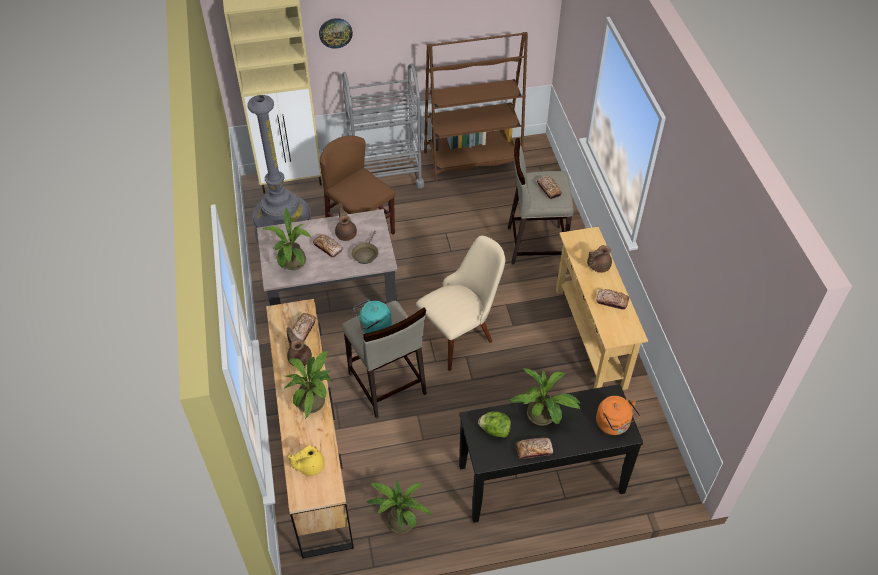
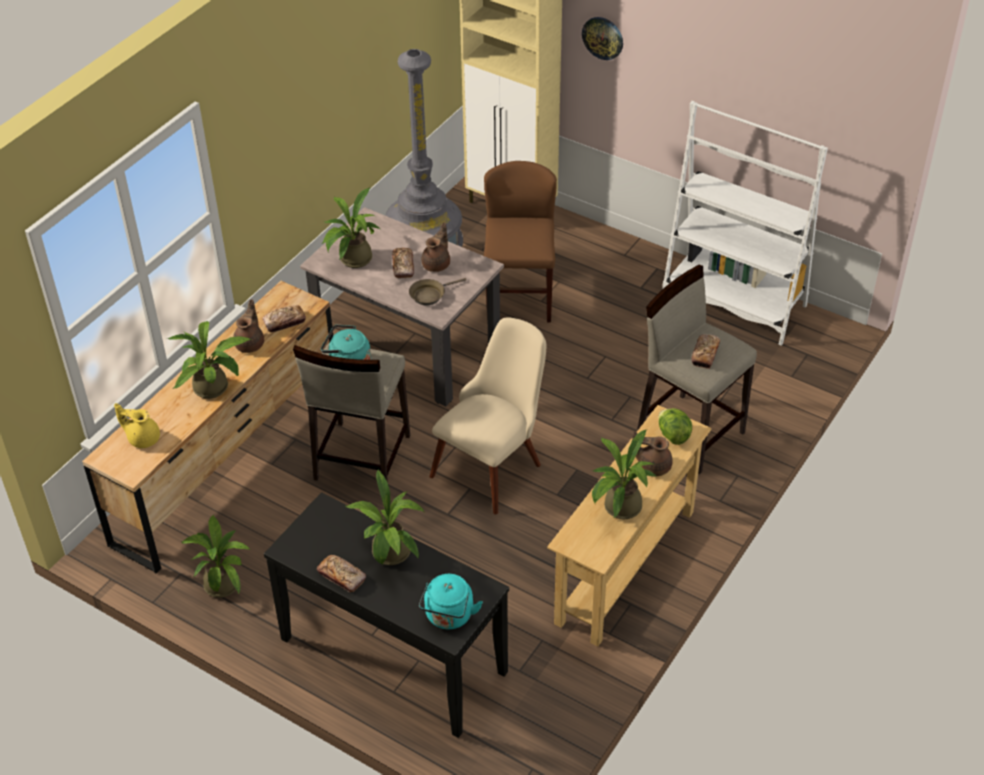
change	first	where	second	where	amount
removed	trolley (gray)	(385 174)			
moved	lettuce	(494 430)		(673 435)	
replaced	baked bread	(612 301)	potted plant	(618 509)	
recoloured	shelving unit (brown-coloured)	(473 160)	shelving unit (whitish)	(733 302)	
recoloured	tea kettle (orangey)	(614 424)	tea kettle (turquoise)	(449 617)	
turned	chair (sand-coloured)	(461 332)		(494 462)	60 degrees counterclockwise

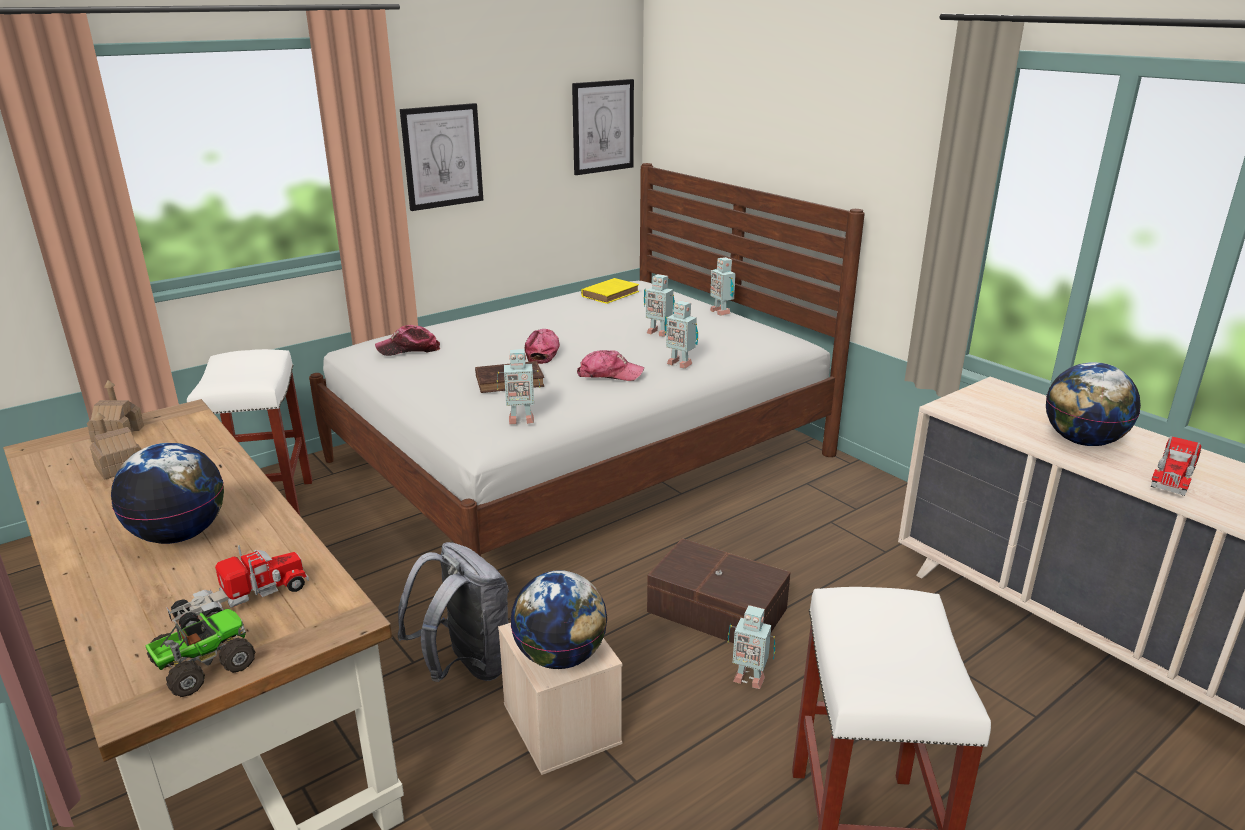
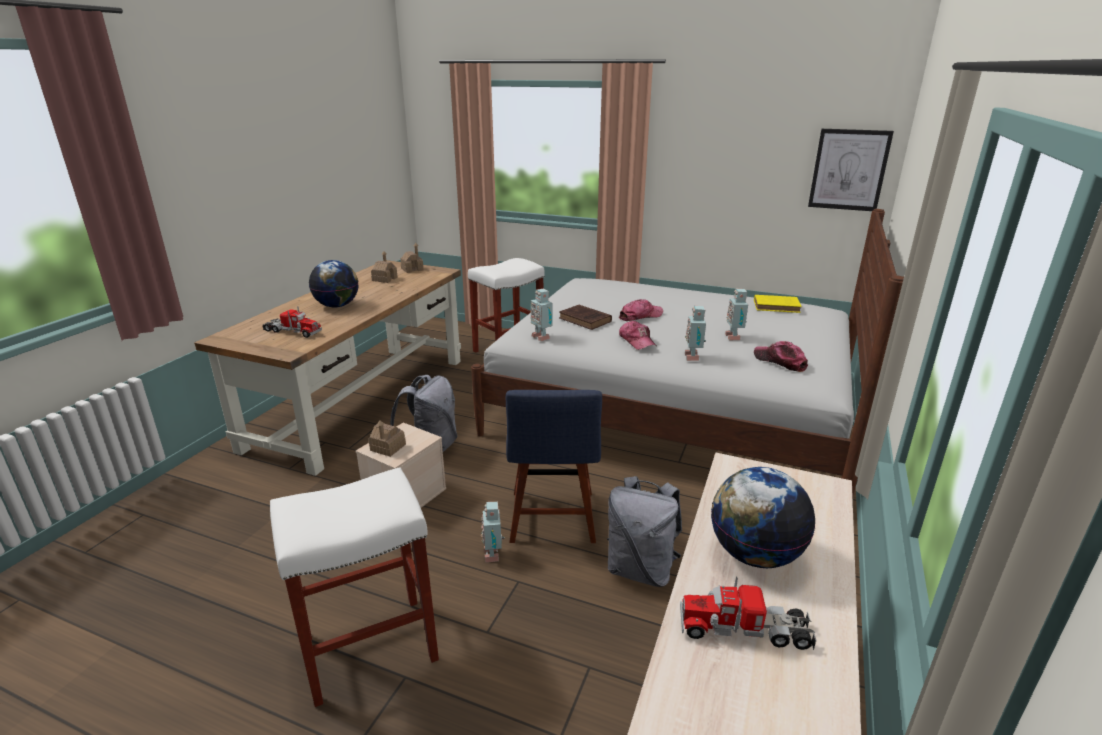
change	first	where	second	where	amount
removed	toy lorry	(202 665)			
removed	wall picture	(442 156)			
removed	toy robot	(721 312)			
added			rucksack (gray)	(641 569)	
moved	baseball cap	(409 349)		(780 361)	
replaced	desk globe	(560 657)	miniature house	(388 447)	
replaced	storage container (brown-coloured)	(717 612)	chair (blue)	(552 520)	

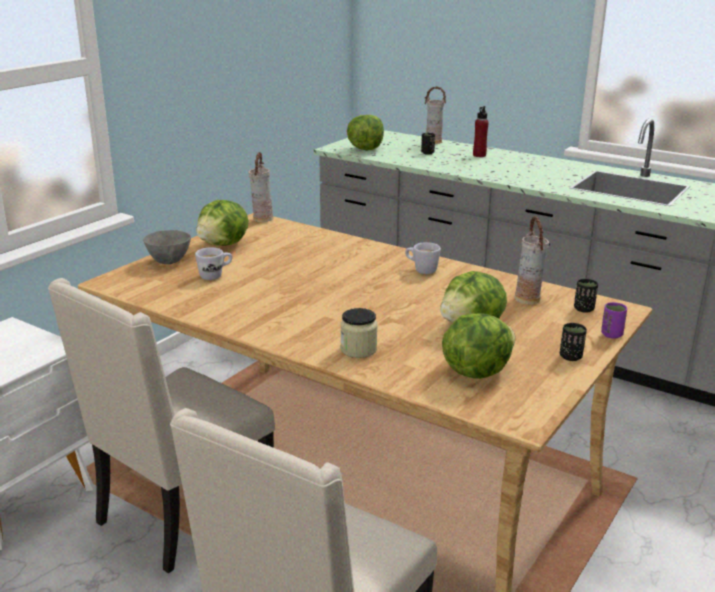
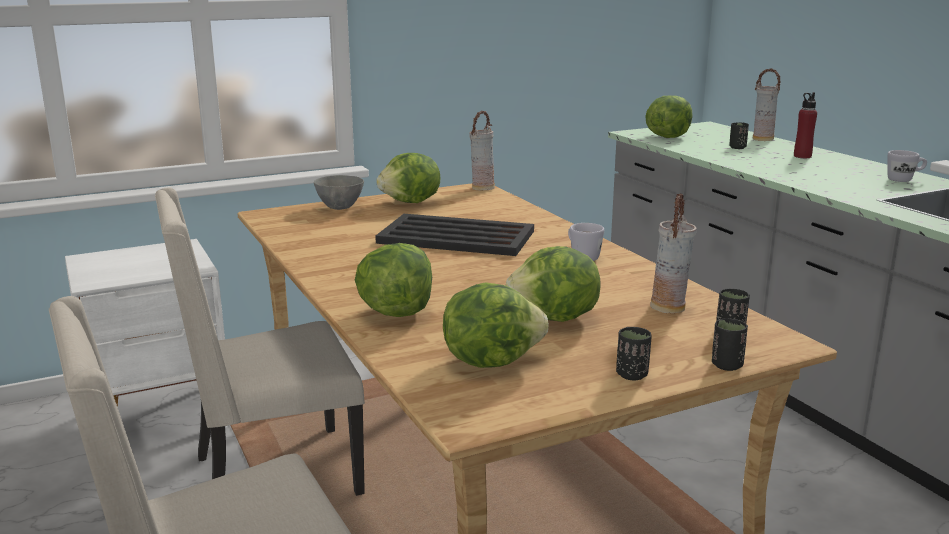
change	first	where	second	where	amount
added			serving tray (black-coloured)	(455 237)	
moved	tea mug (whitish)	(215 275)		(904 180)	
replaced	storage jar	(358 349)	lettuce	(396 312)	
recoloured	drinking cup (purple)	(611 334)	drinking cup (black-coloured)	(727 365)	

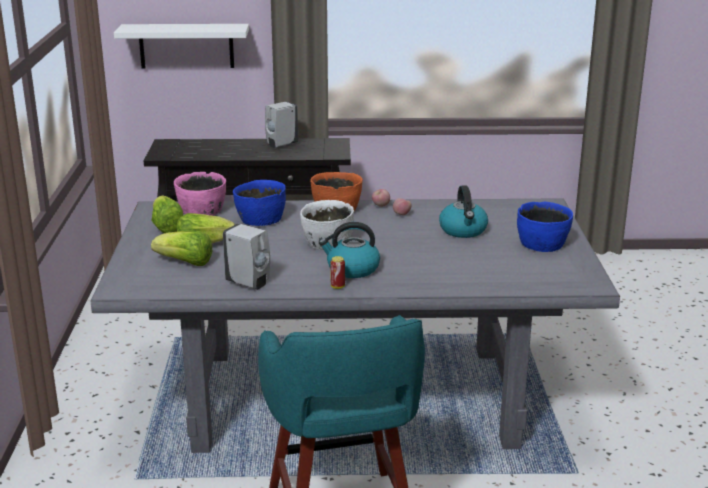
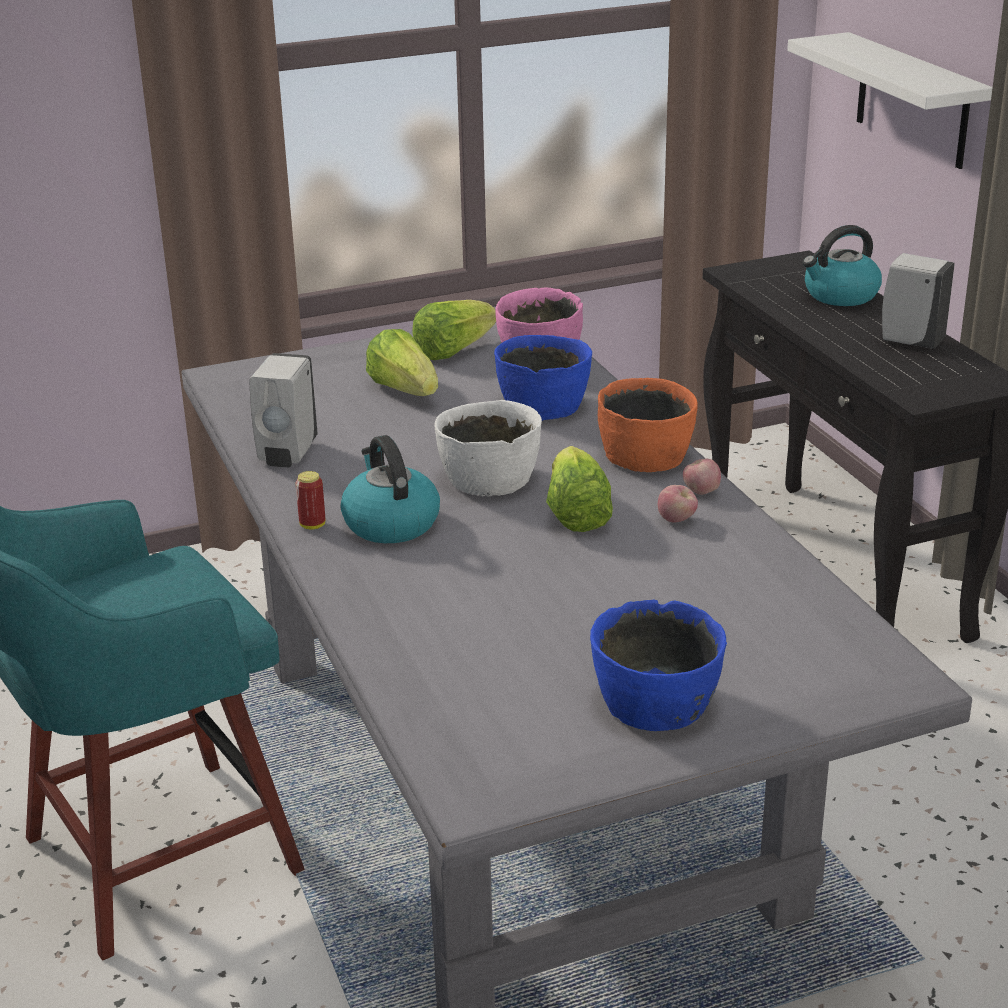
change	first	where	second	where	amount
moved	lettuce	(185 263)		(576 514)	
moved	tea kettle	(463 230)		(840 295)	

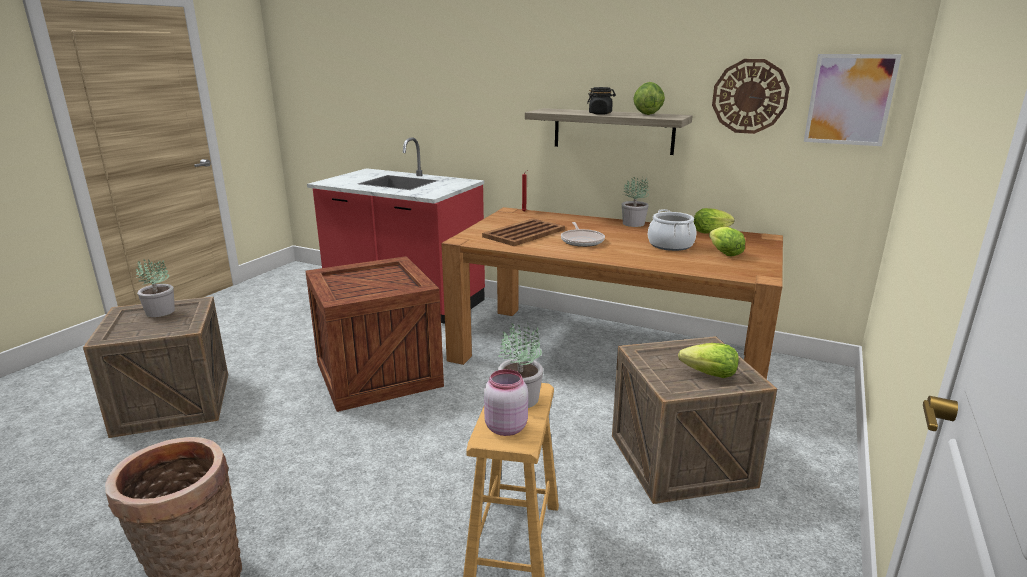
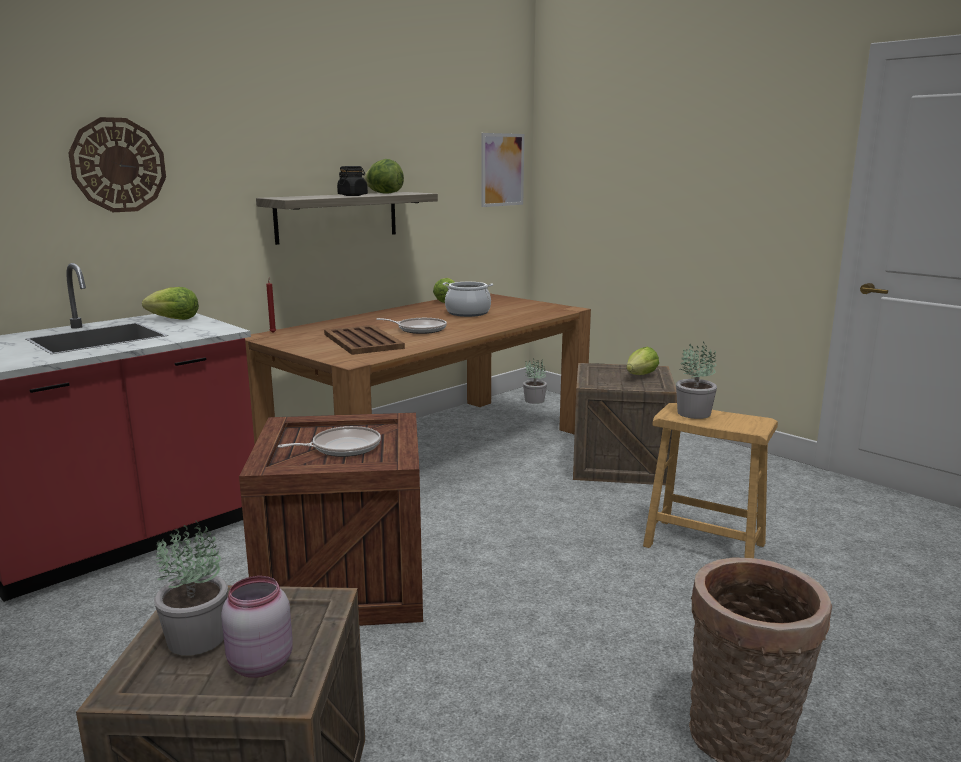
change	first	where	second	where	amount
added			frying pan	(342 448)	
moved	storage jar (pink)	(505 427)		(258 664)	
moved	potted plant	(634 223)		(534 400)	
moved	lettuce	(724 253)		(174 319)	
moved	hanging clock	(749 96)		(118 165)	

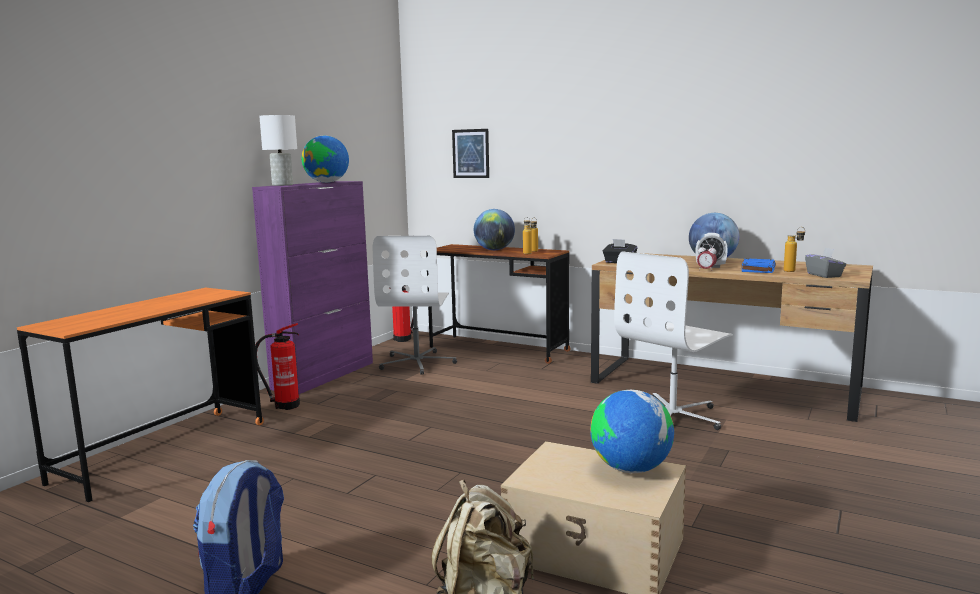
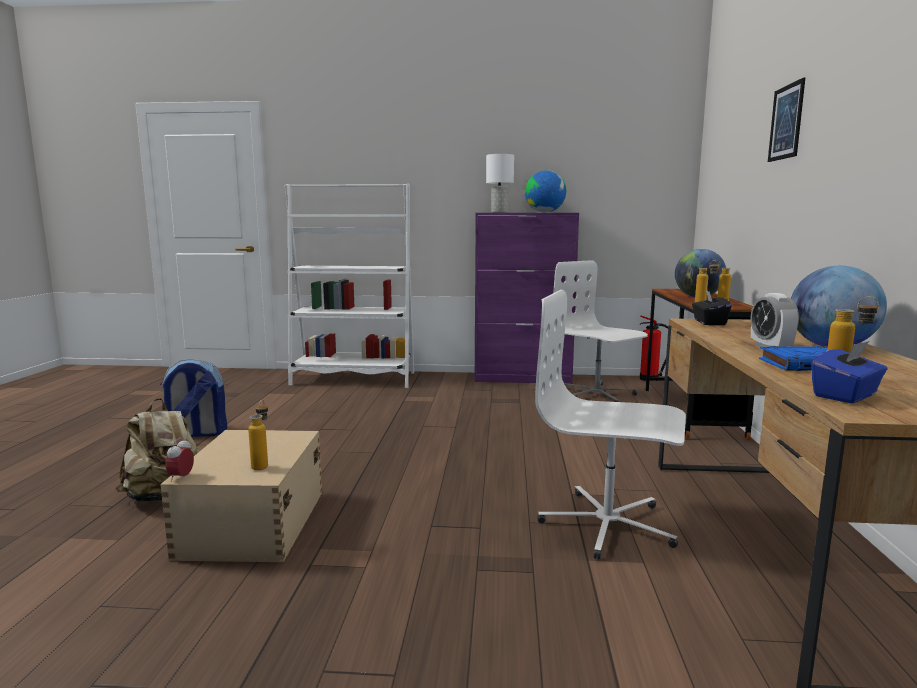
change	first	where	second	where	amount
removed	fire-fighting cylinder	(284 406)			
moved	wall picture	(470 153)		(786 122)	
moved	table clock	(706 270)		(181 477)	
replaced	desk (orangey)	(162 452)	shelving unit (whitish)	(354 379)	
replaced	desk globe	(631 469)	beverage bottle	(262 464)	
recoloured	box of tissues (gray)	(824 275)	box of tissues (blue)	(846 395)	
turned	computer chair (whitish)	(417 363)		(596 395)	75 degrees clockwise

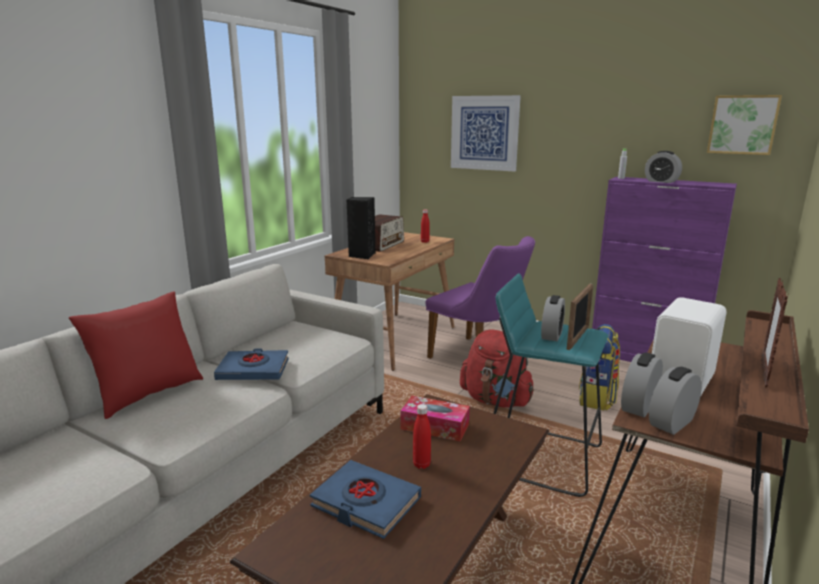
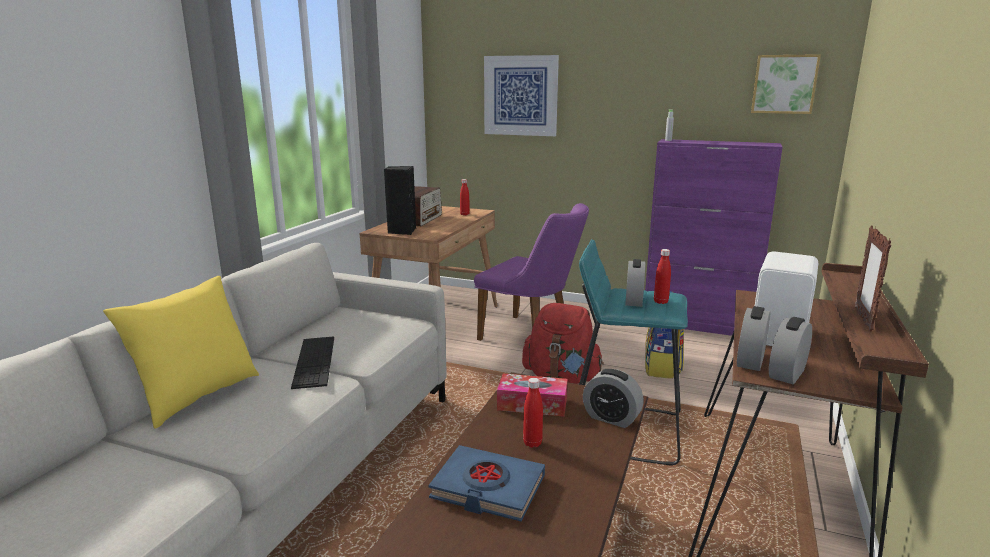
change	first	where	second	where	amount
moved	table clock	(661 181)		(611 418)	
replaced	book (blue)	(253 370)	PC keyboard	(314 361)	
replaced	standing frame	(578 338)	beverage bottle (red-coloured)	(660 302)	
recoloured	cushion (red-coloured)	(148 394)	cushion (yellowish)	(197 397)	

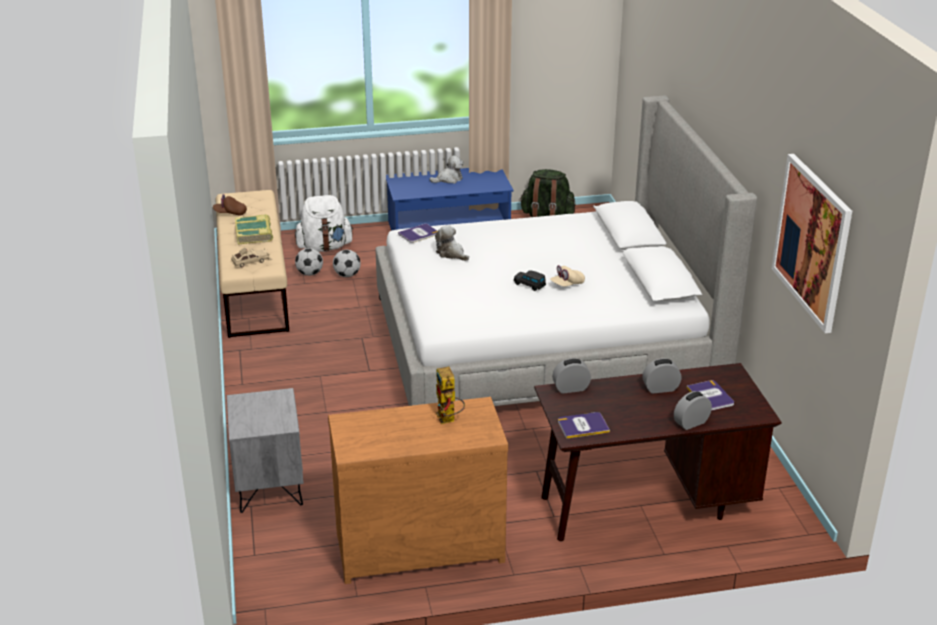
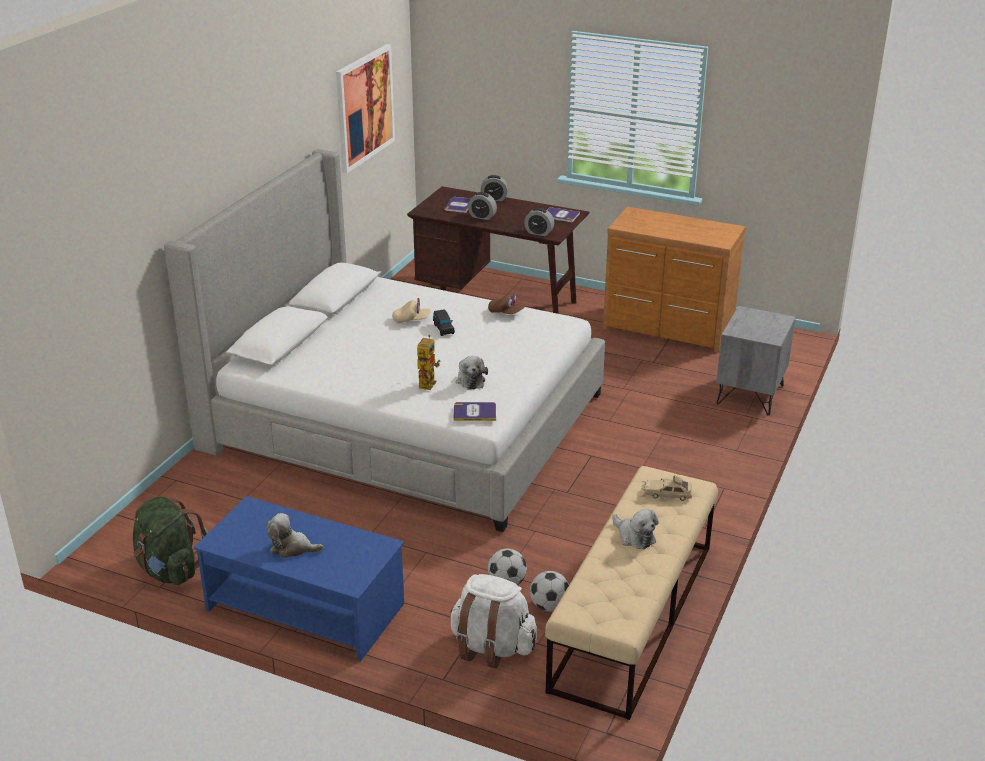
change	first	where	second	where	amount
moved	baseball cap (brown-coloured)	(230 213)		(506 313)	
moved	toy robot	(448 419)		(427 382)	
replaced	book	(254 233)	soft toy	(634 536)	

